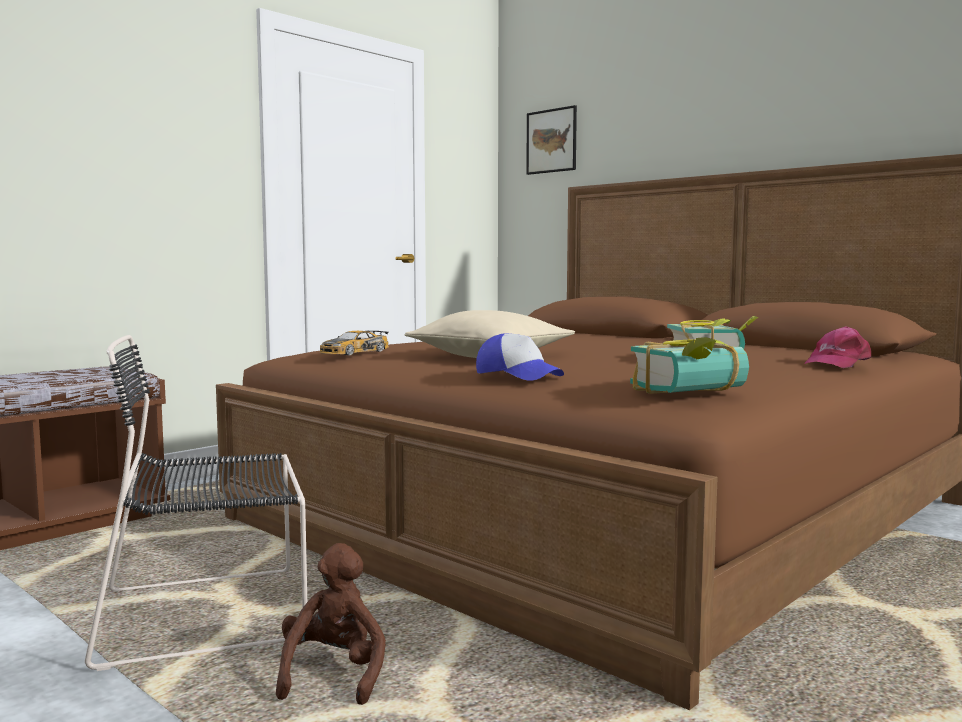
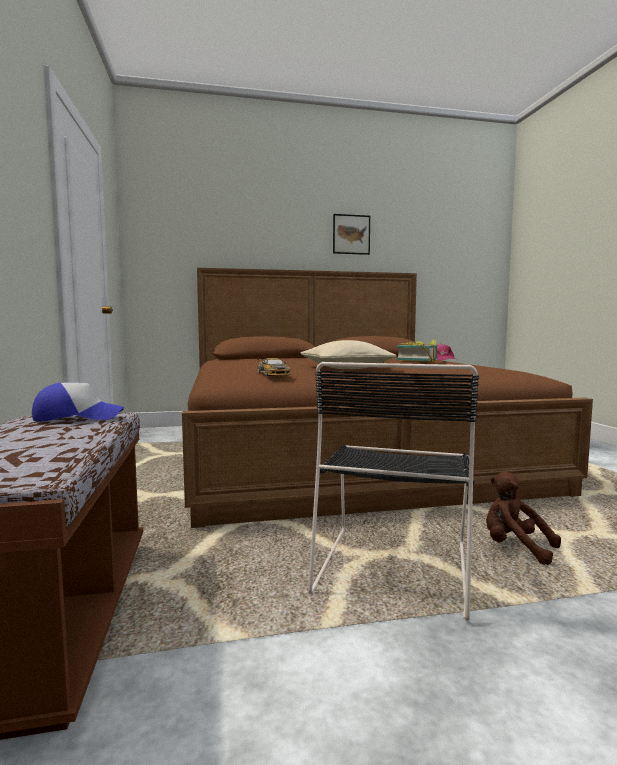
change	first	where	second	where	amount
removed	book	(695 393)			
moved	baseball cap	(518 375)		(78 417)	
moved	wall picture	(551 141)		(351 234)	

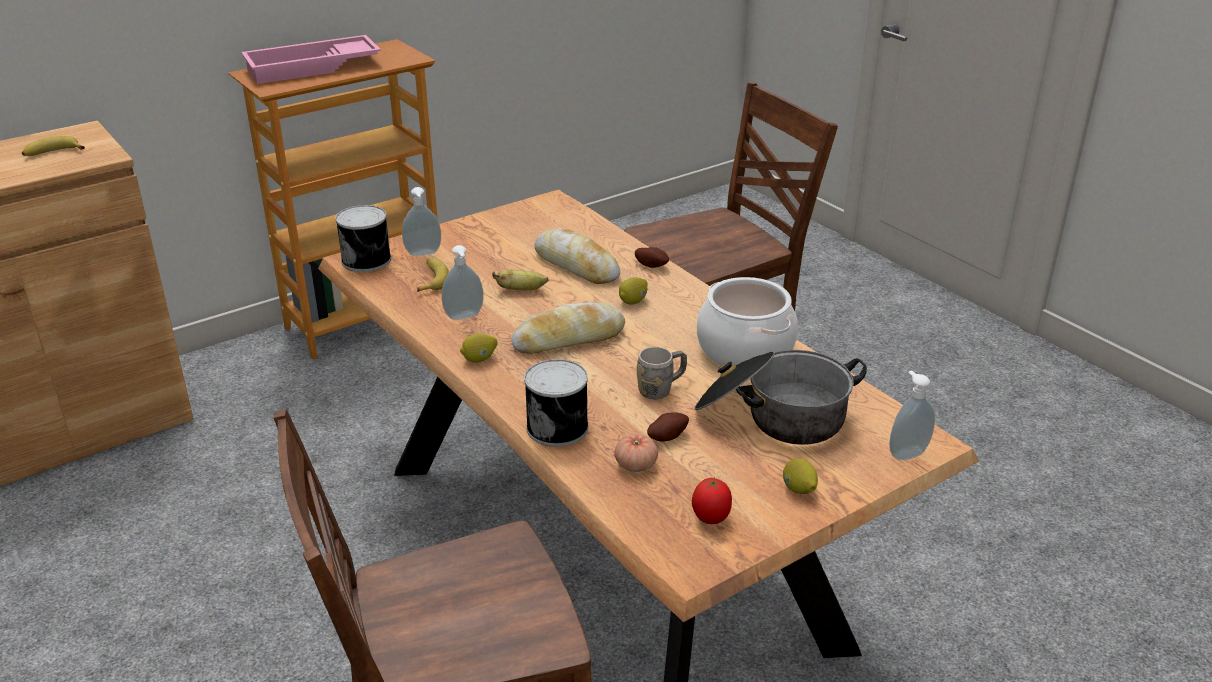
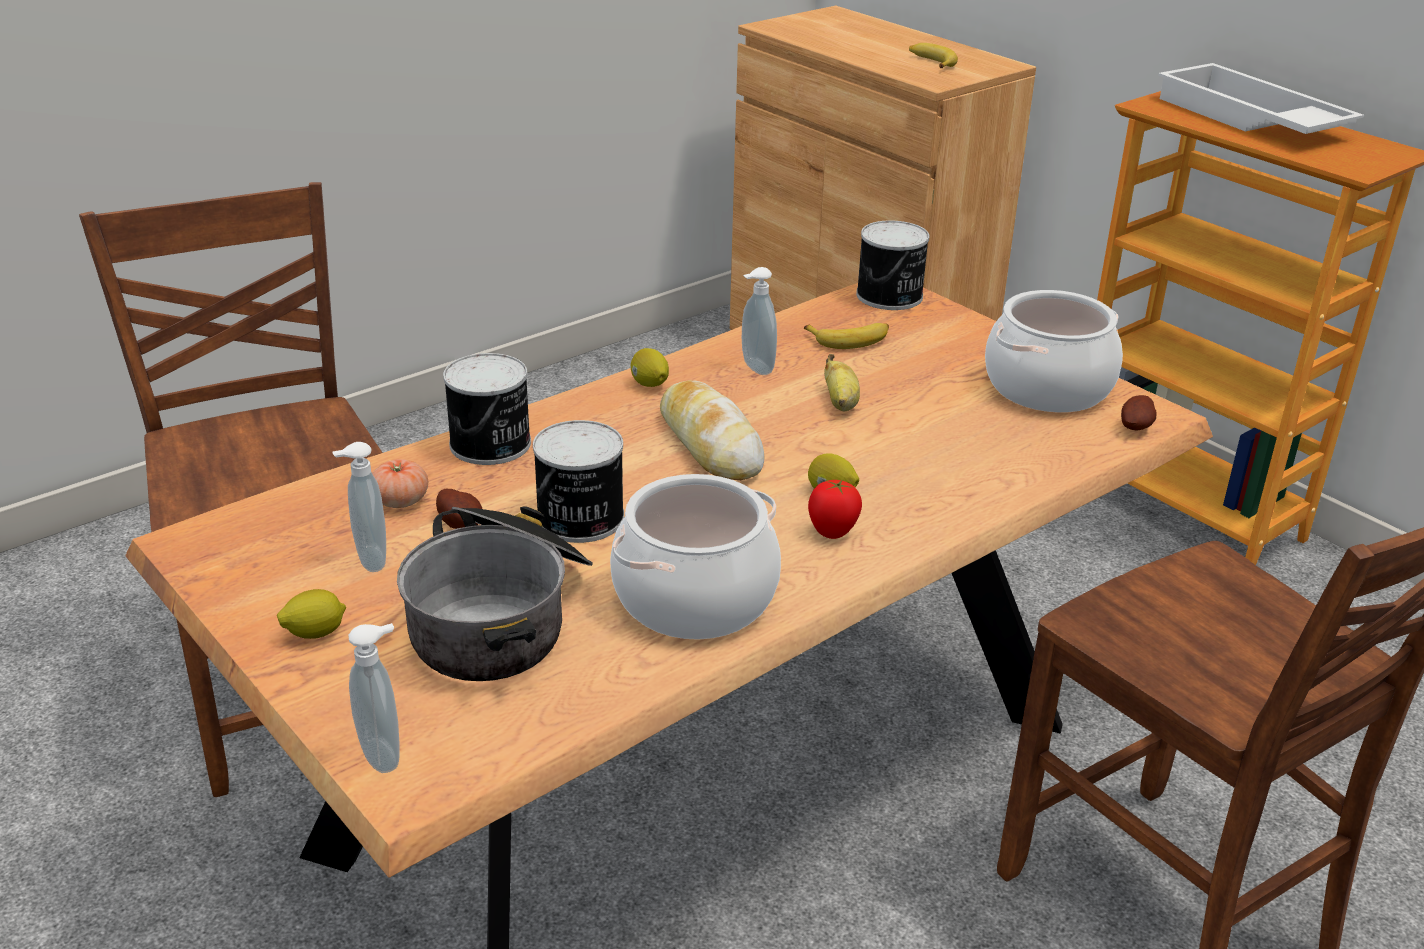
change	first	where	second	where	amount
removed	baked bread	(576 265)			
added			stockpot	(1048 387)	
moved	soap dispenser	(423 254)		(368 560)	
moved	spud	(652 265)		(1136 427)	
moved	fresh tomato	(711 519)		(832 533)	
replaced	tea mug (gray)	(661 389)	metal can	(579 519)	
recoloured	serving tray (pink)	(312 68)	serving tray (whitish)	(1248 119)	

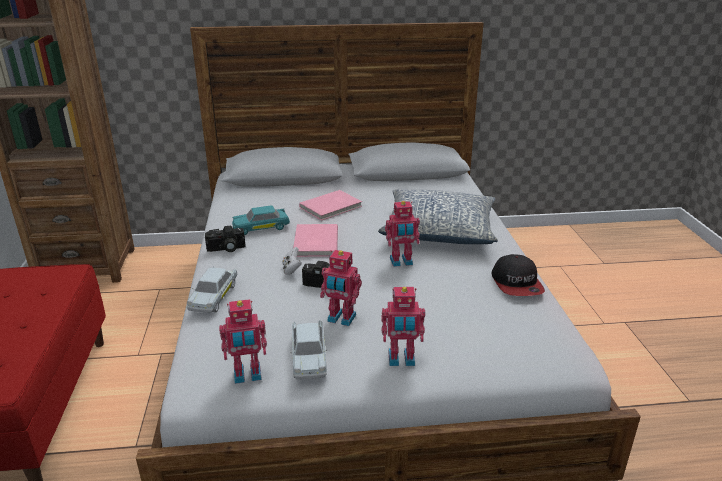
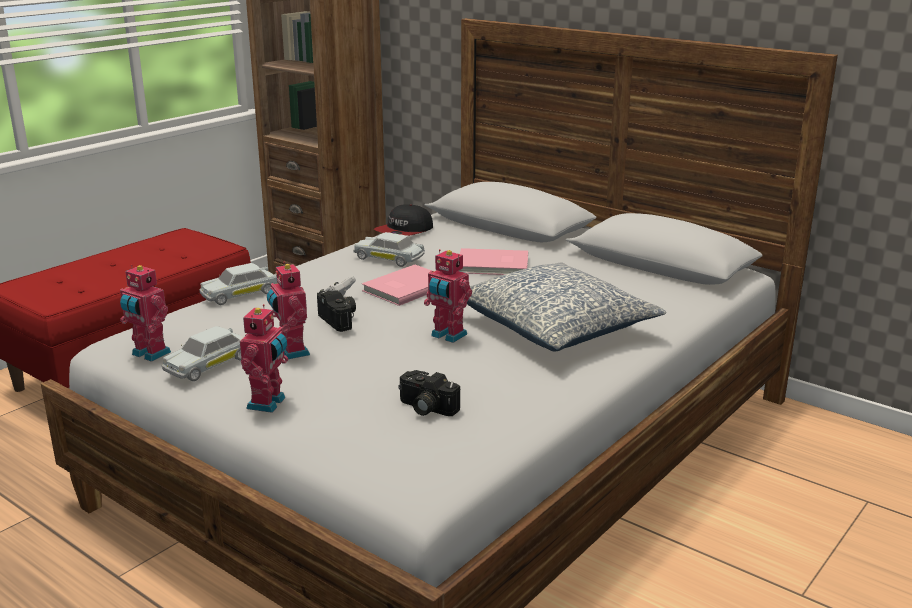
change	first	where	second	where	amount
moved	photo camera	(226 249)		(425 408)	
moved	baseball cap	(517 284)		(404 231)	
recoloured	miniature car (turquoise)	(261 227)	miniature car (whitish)	(389 259)	
turned	toy robot	(401 360)		(268 403)	120 degrees counterclockwise

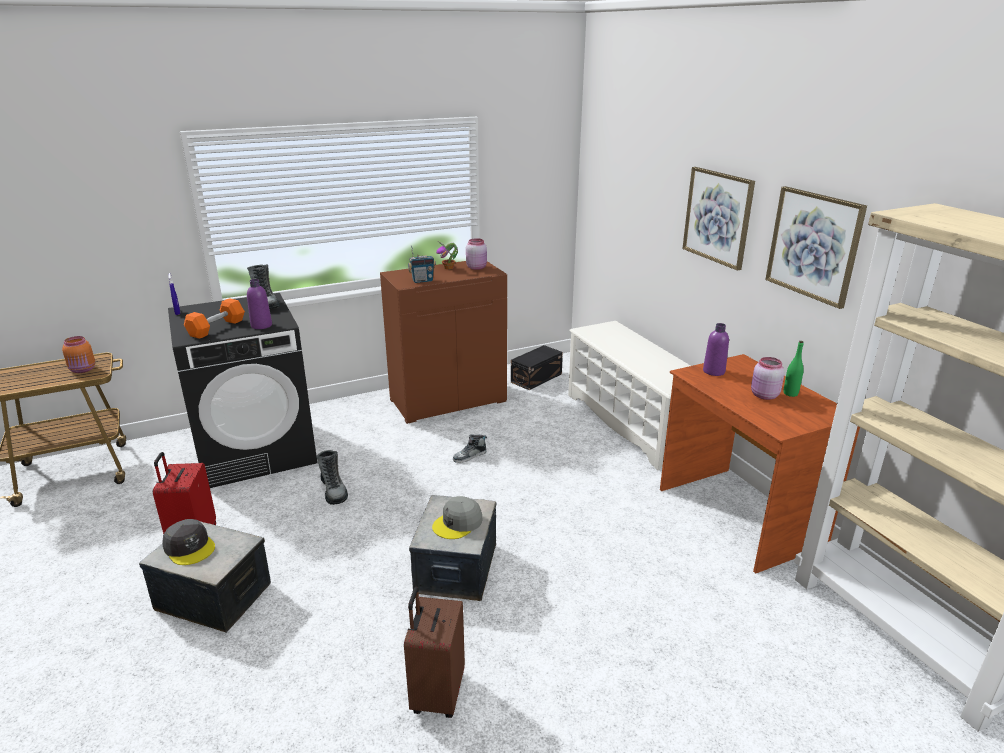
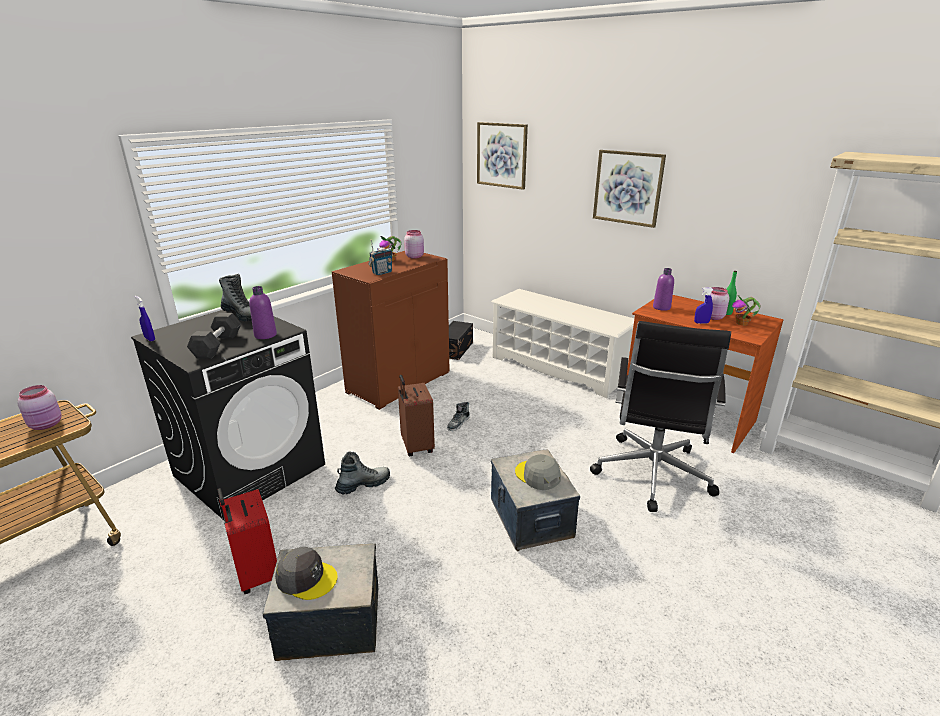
change	first	where	second	where	amount
added			computer chair (black-coloured)	(651 475)	
added			hand sprayer (blue)	(701 323)	
added			potted plant	(742 323)	
moved	piece of luggage (brown-coloured)	(436 694)		(416 446)	
moved	wall picture	(814 245)		(502 155)	
recoloured	storage jar (orangey)	(83 370)	storage jar (pink)	(47 425)	
recoloured	dumbbell (orangey)	(216 328)	dumbbell (gray)	(217 345)	
turned	high-top boot	(333 490)		(363 484)	75 degrees counterclockwise
turned	baseball cap (gray)	(458 523)		(537 475)	120 degrees clockwise

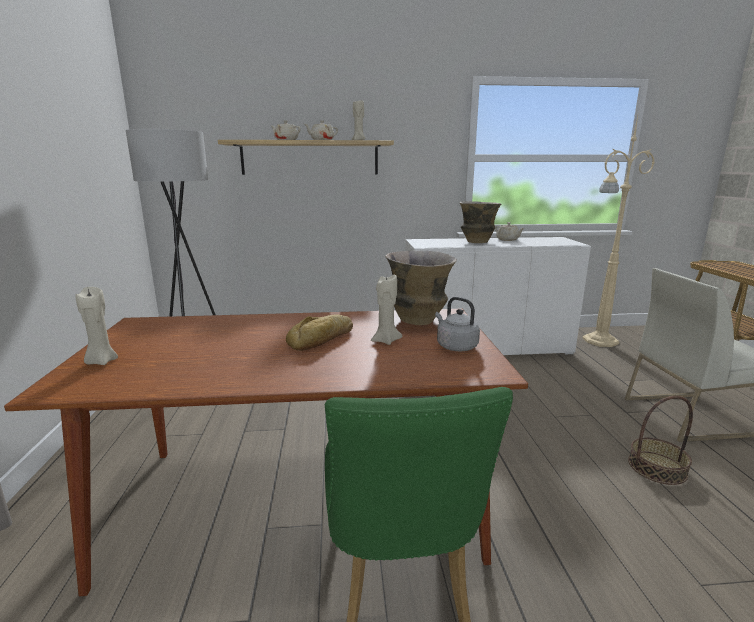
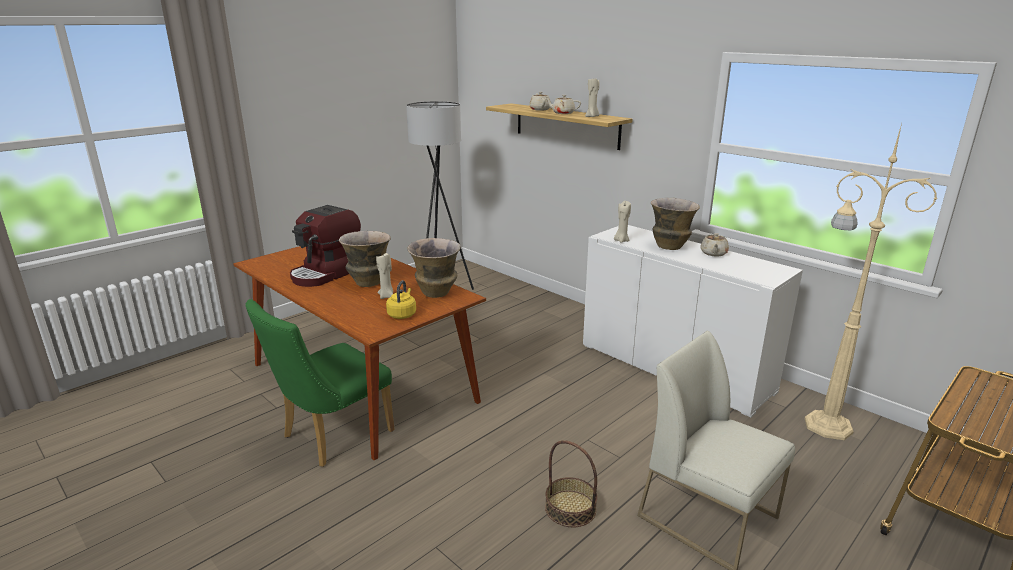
change	first	where	second	where	amount
added			coffee machine	(327 273)	
moved	wax candle (sand-coloured)	(101 361)		(621 240)	
replaced	baked bread	(323 339)	vase	(368 282)	
recoloured	tea kettle (gray)	(455 346)	tea kettle (yellowish)	(402 314)	

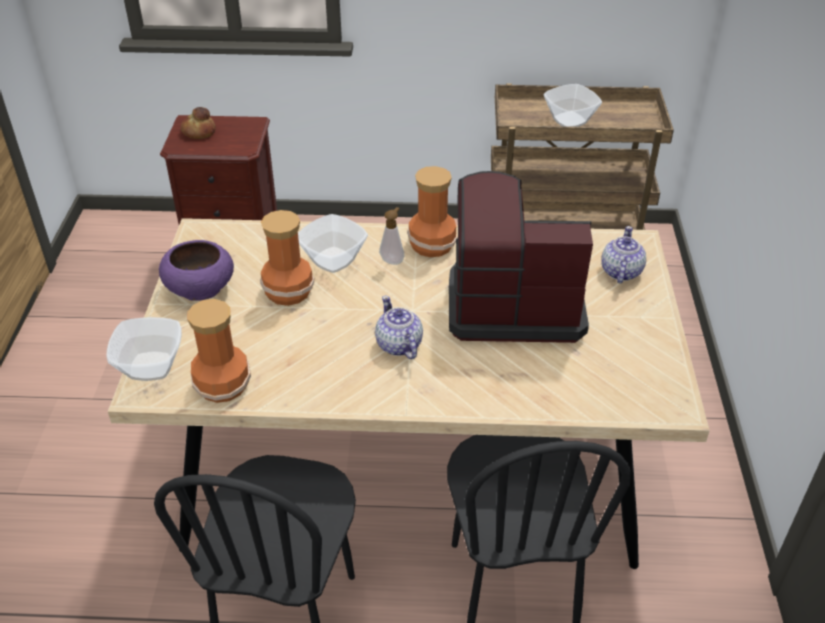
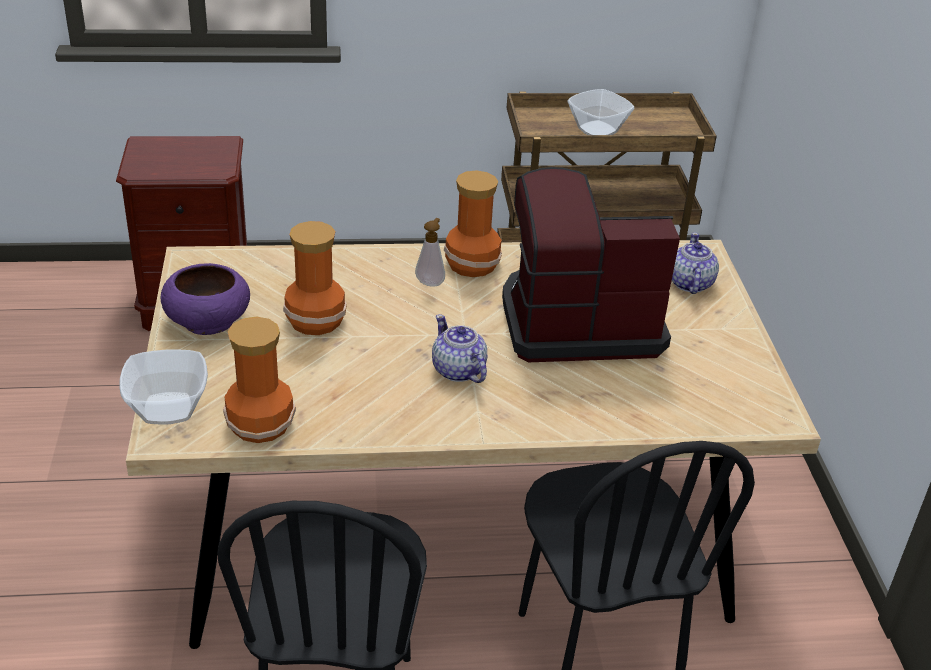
change	first	where	second	where	amount
removed	baked bread	(198 132)			
removed	bowl	(332 260)			

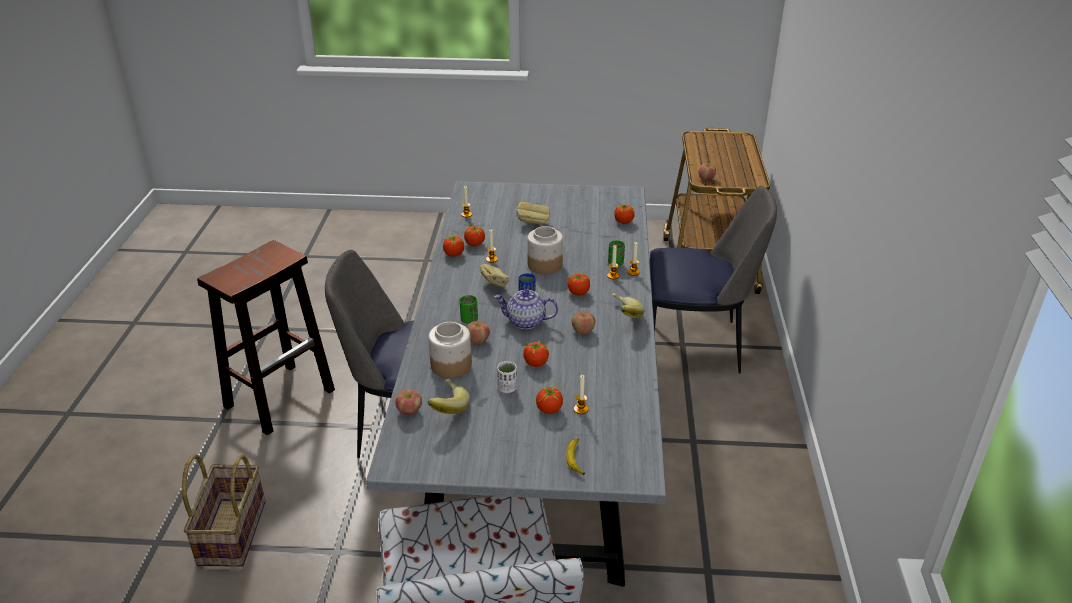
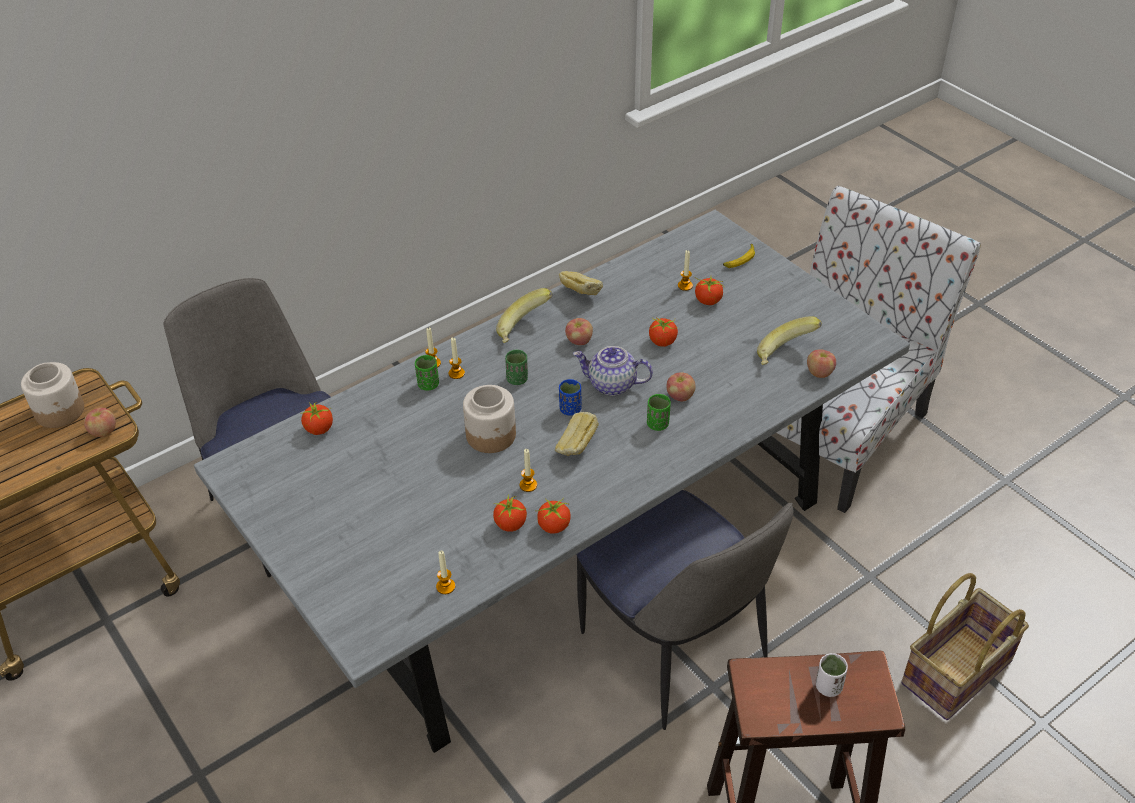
change	first	where	second	where	amount
moved	storage jar	(450 365)		(60 411)	
moved	drinking cup (whitish)	(507 388)		(828 687)	
moved	baked bread	(532 223)		(580 294)	
replaced	fresh tomato	(578 292)	drinking cup (green-coloured)	(517 379)	
turned	pot for tea	(525 322)		(611 385)	135 degrees clockwise

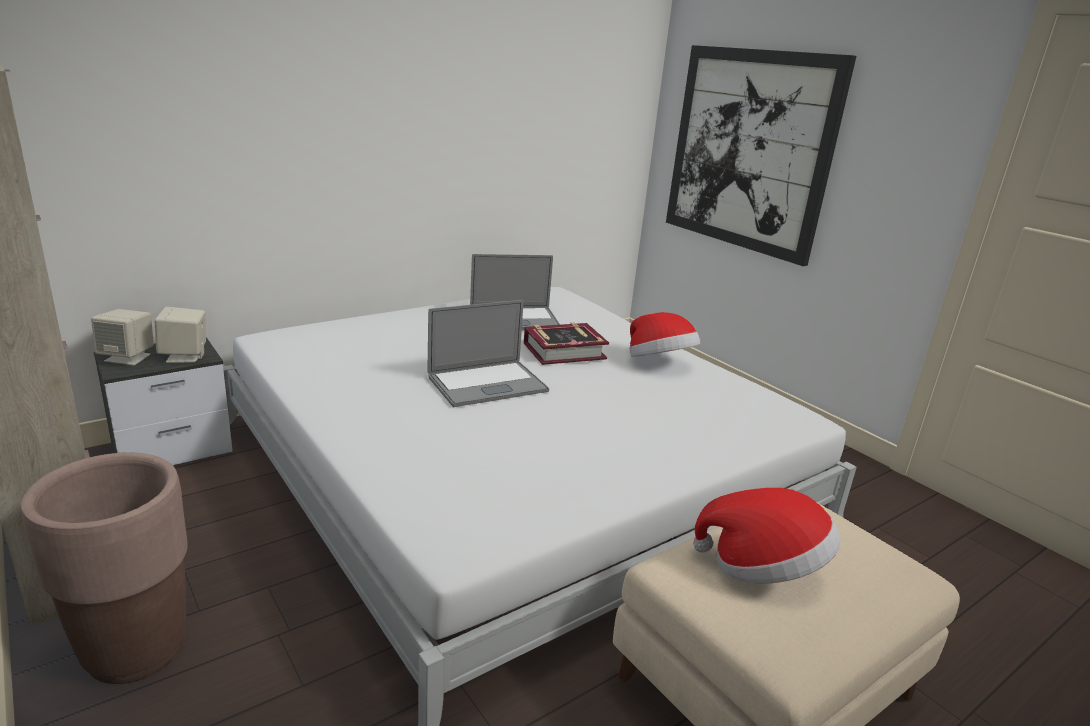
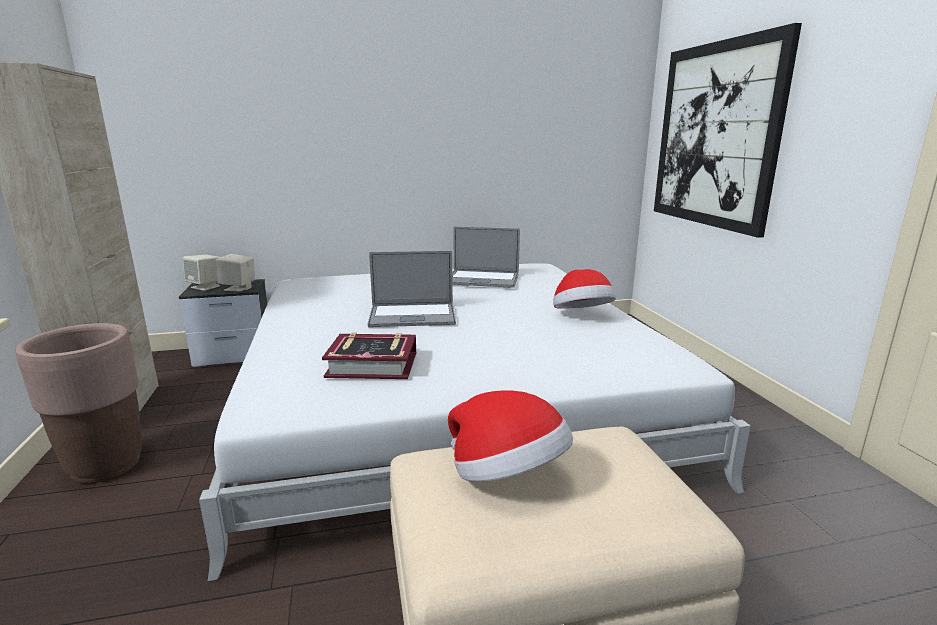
change	first	where	second	where	amount
moved	book	(564 351)		(372 365)	

